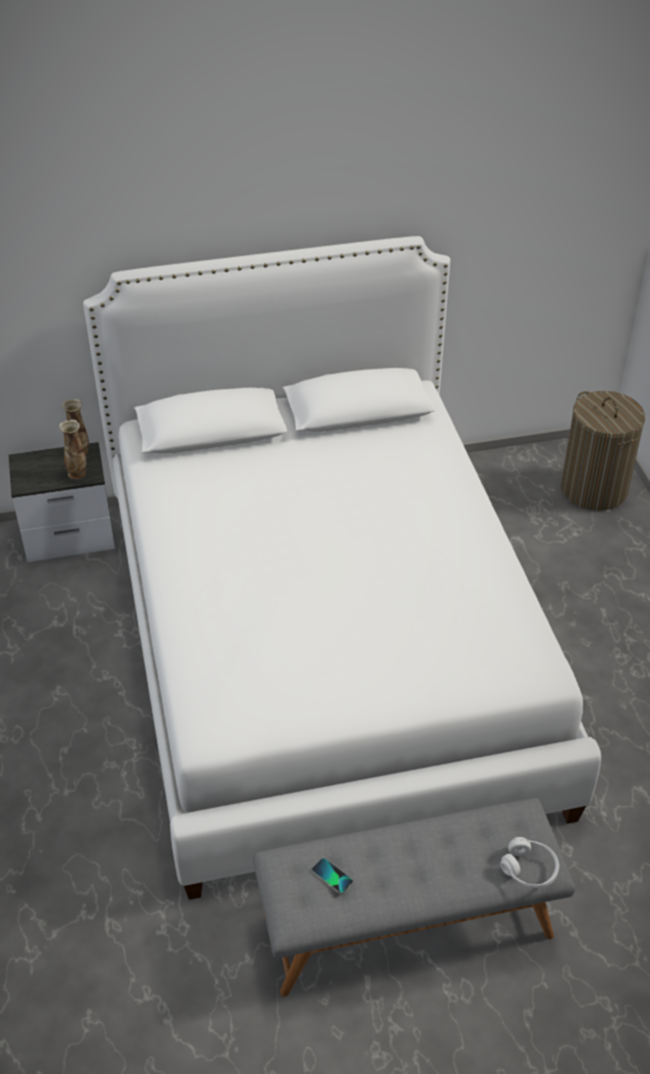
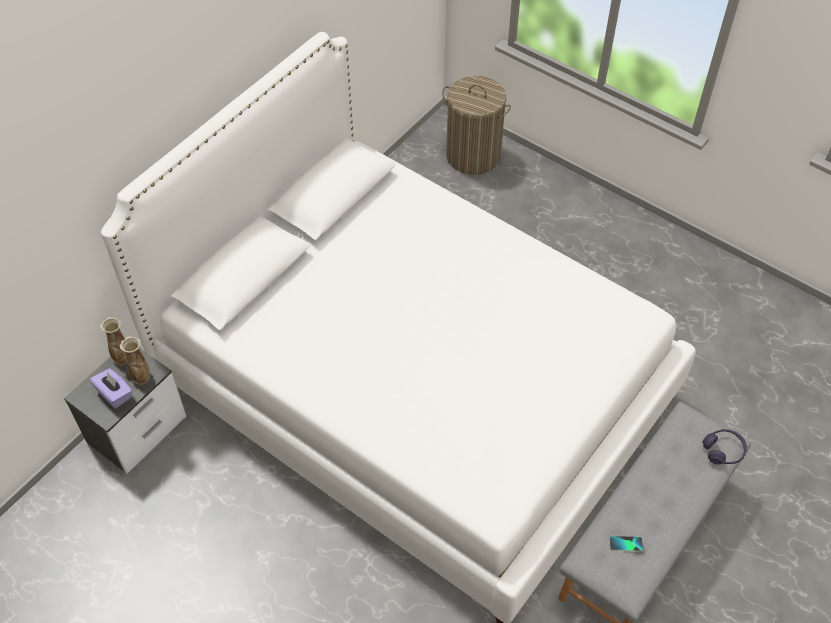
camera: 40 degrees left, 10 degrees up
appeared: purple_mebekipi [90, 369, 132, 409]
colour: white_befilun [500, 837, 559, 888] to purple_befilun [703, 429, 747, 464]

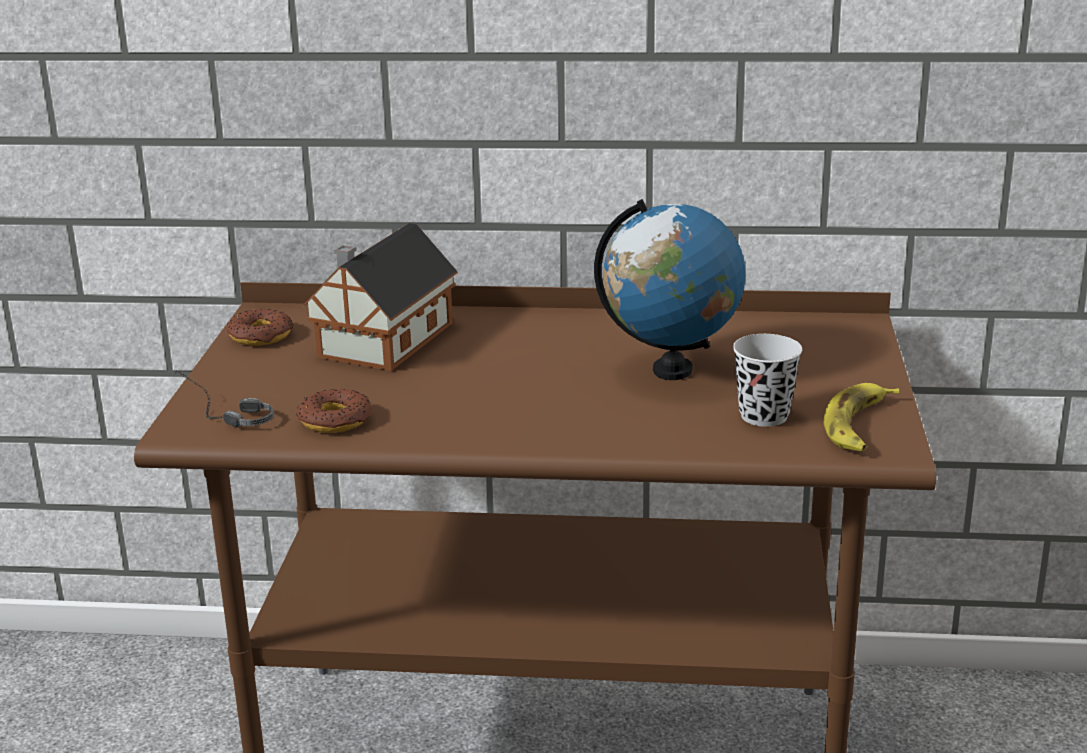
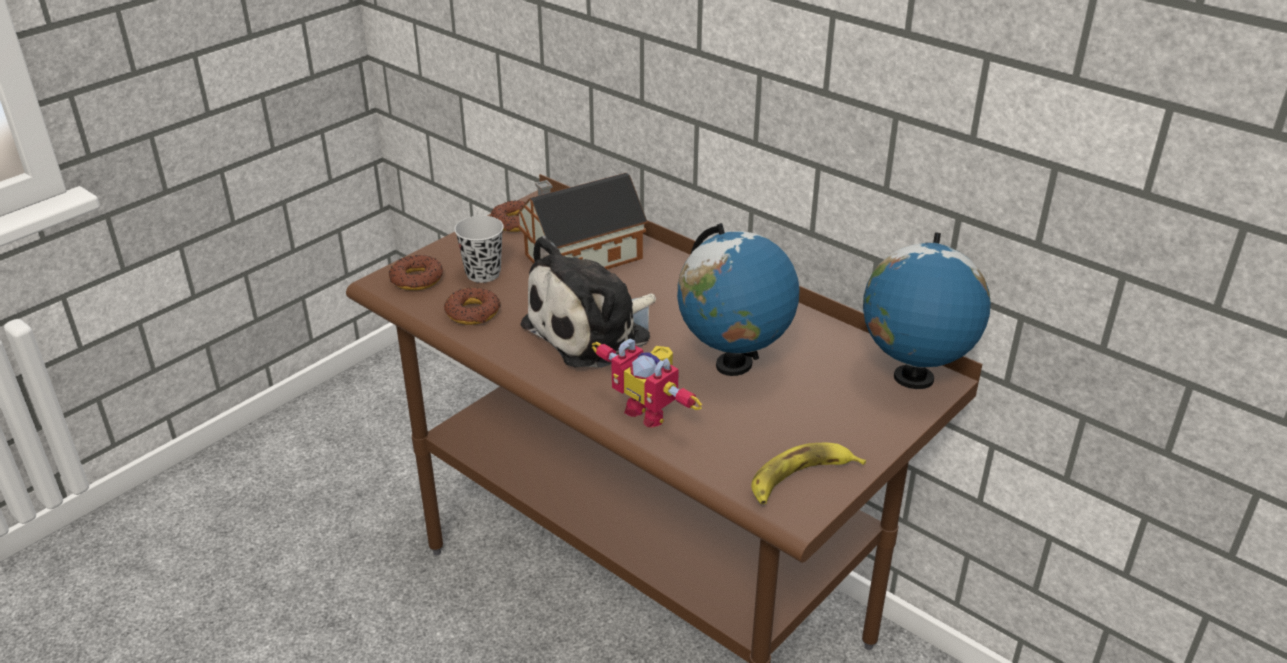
camera: 35 degrees right, 10 degrees up
appeared: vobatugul [863, 232, 991, 389]; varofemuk [520, 236, 656, 368]; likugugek [592, 338, 702, 428]
relocated: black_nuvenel [733, 334, 802, 427] to [454, 216, 504, 283]
exchanged: befilun [173, 370, 274, 428] to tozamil [389, 255, 443, 290]

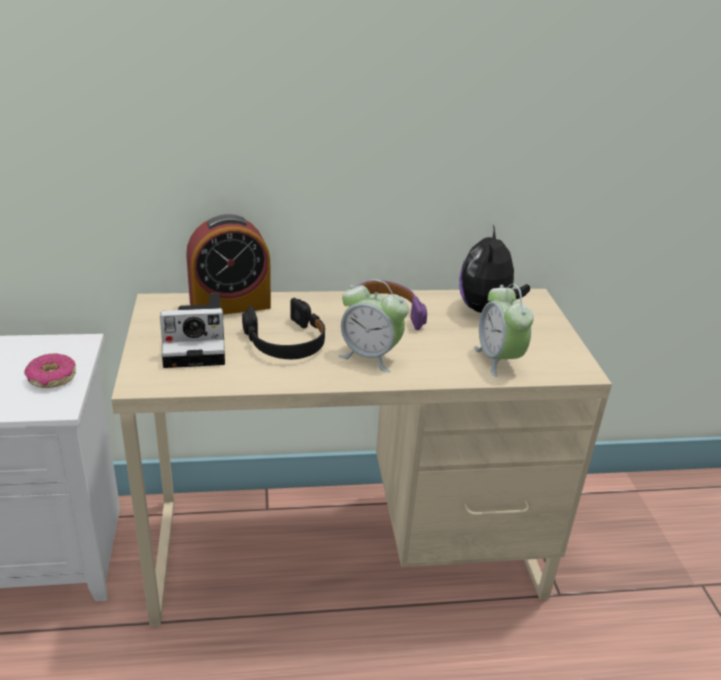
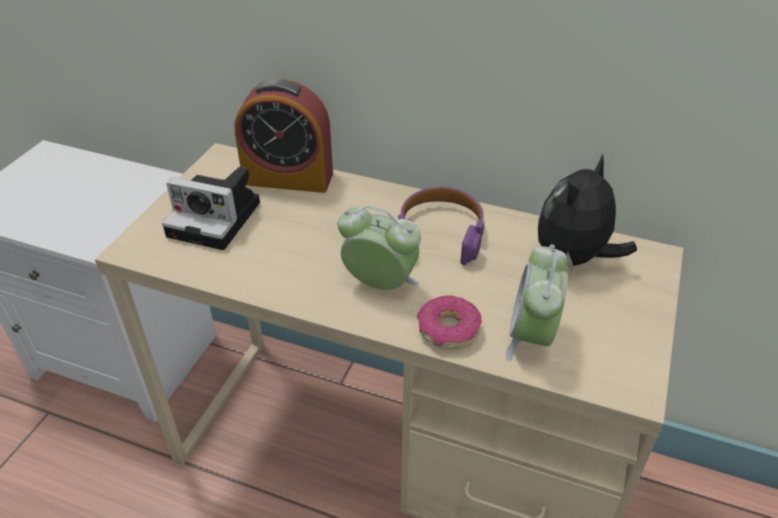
camera: 30 degrees right, 10 degrees up
missing: black_befilun [242, 298, 325, 359]
relocated: tozamil [24, 353, 76, 388] to [417, 295, 482, 349]
spun: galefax [338, 279, 409, 372] = [338, 206, 421, 290] 150 degrees clockwise

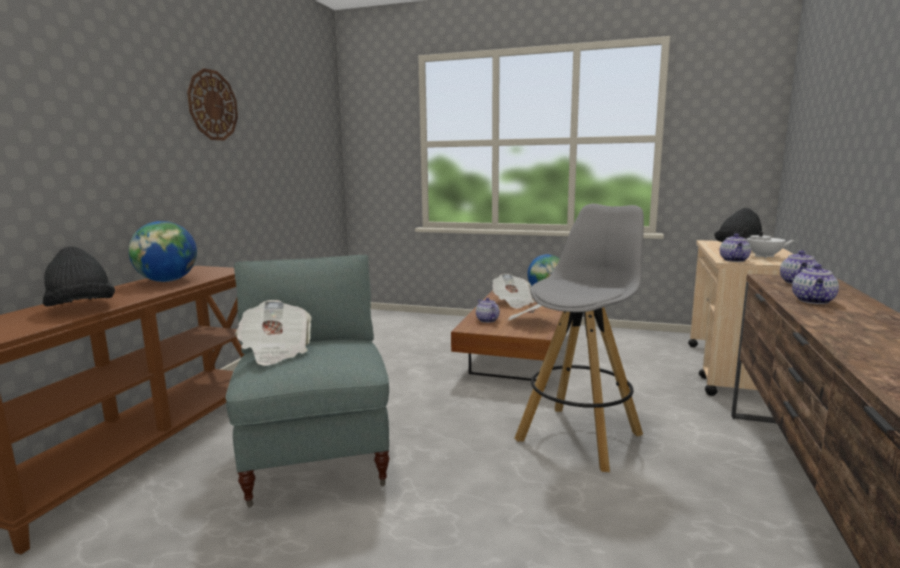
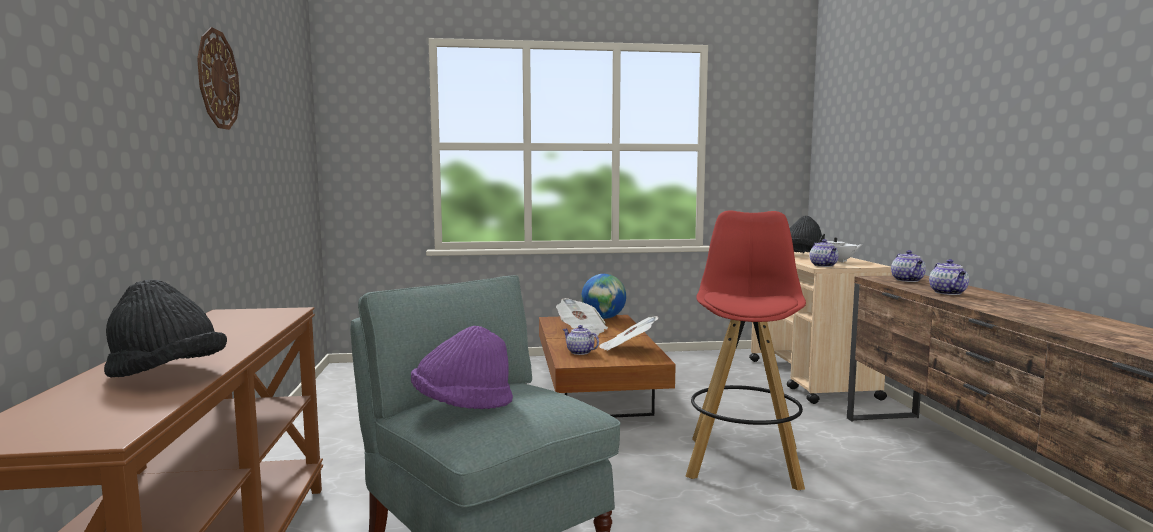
camera: 25 degrees left, 5 degrees down
missing: vobatugul [128, 221, 197, 282]
exchanged: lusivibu [235, 300, 312, 366] to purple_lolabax [411, 326, 513, 409]
colour: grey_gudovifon [515, 204, 644, 472] to red_gudovifon [685, 210, 806, 490]

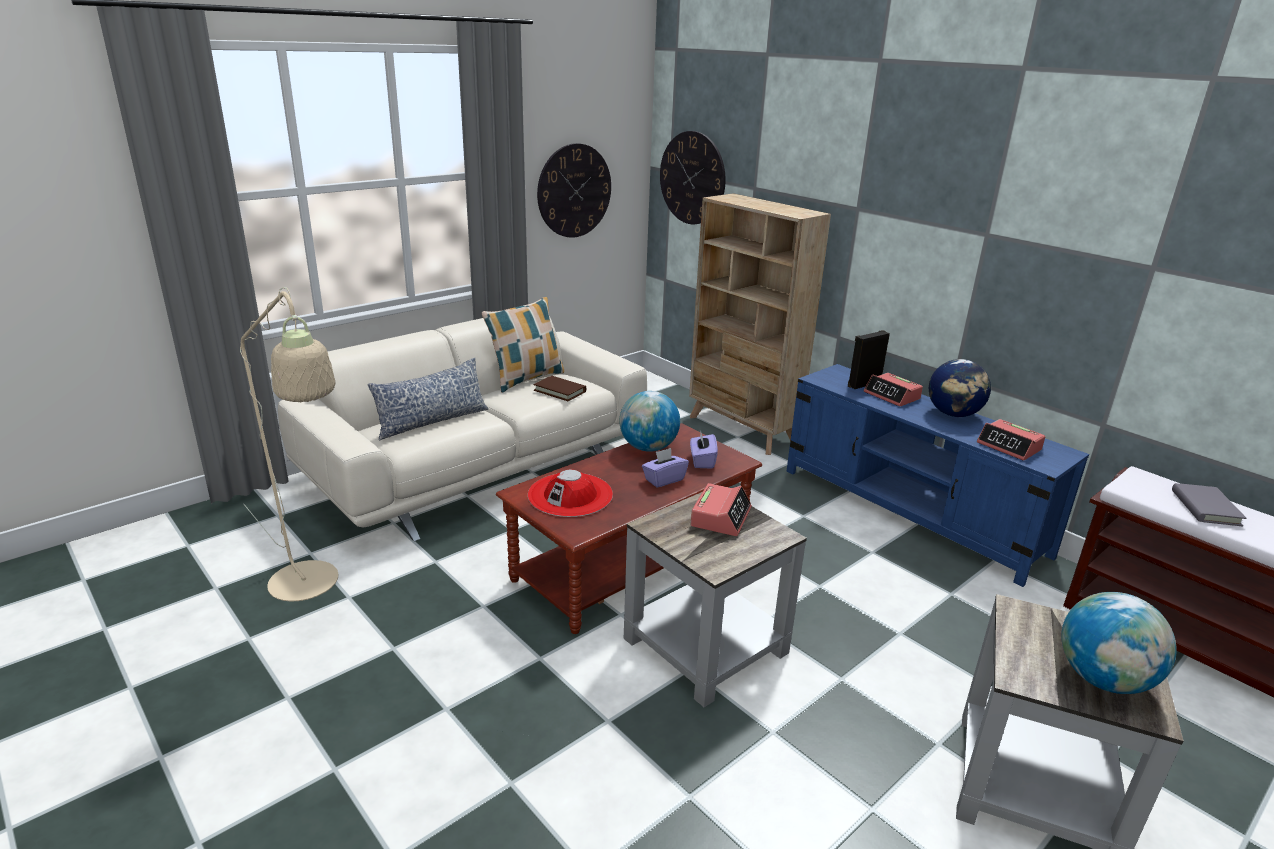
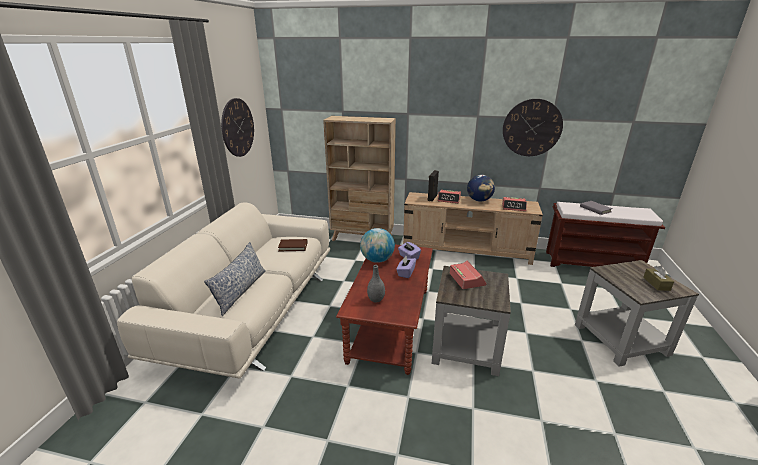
camera: 35 degrees left, 0 degrees up
missing: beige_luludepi [240, 287, 338, 601]; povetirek [482, 297, 564, 393]
relocated: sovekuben [660, 131, 725, 224] to [503, 99, 563, 156]
exchanged: red_lolabax [528, 470, 613, 517] to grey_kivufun [367, 265, 385, 303]; vobatugul [1061, 592, 1177, 694] to brown_mebekipi [644, 266, 674, 291]
colour: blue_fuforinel [787, 364, 1089, 587] to beige_fuforinel [403, 192, 543, 265]

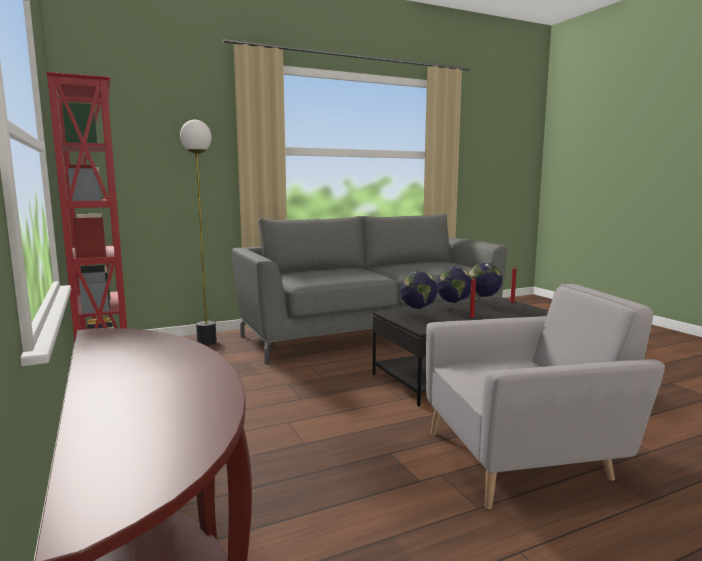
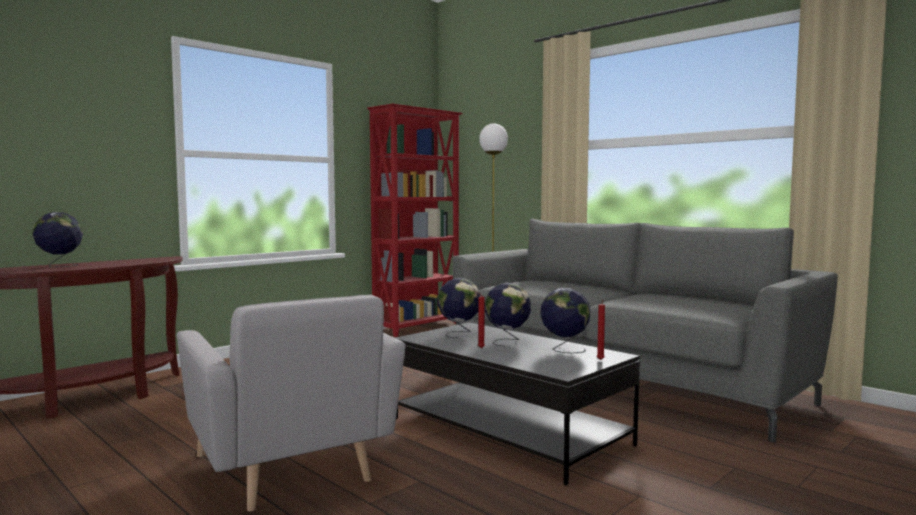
camera: 70 degrees right, 5 degrees down
appeared: vobatugul [32, 212, 83, 267]

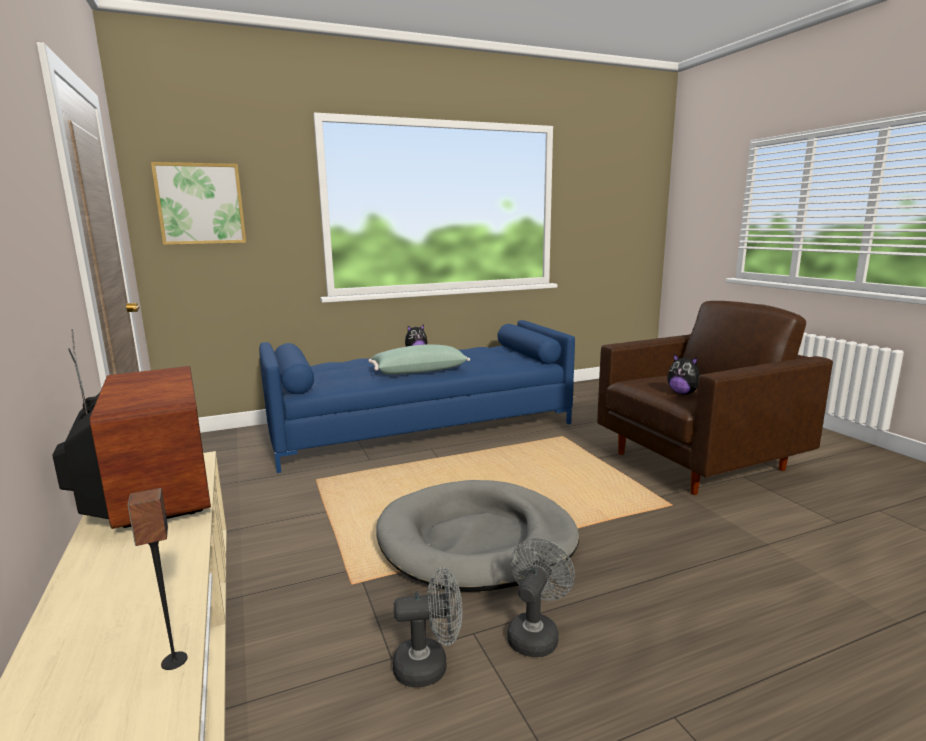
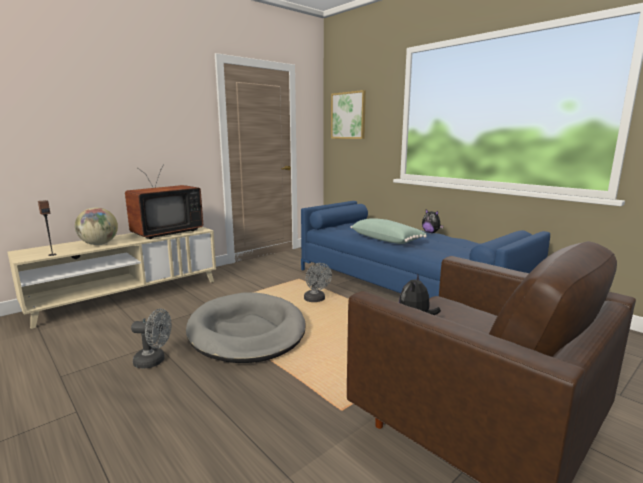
camera: 70 degrees right, 0 degrees up
appeared: vobatugul [75, 207, 118, 245]
relocated: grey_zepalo [393, 567, 462, 687] to [304, 263, 332, 302]

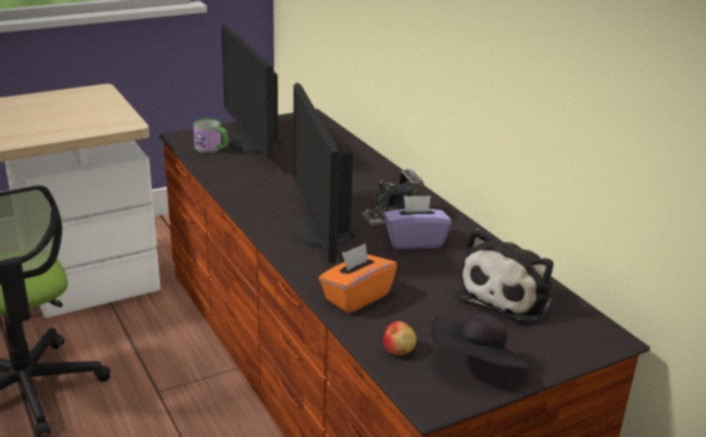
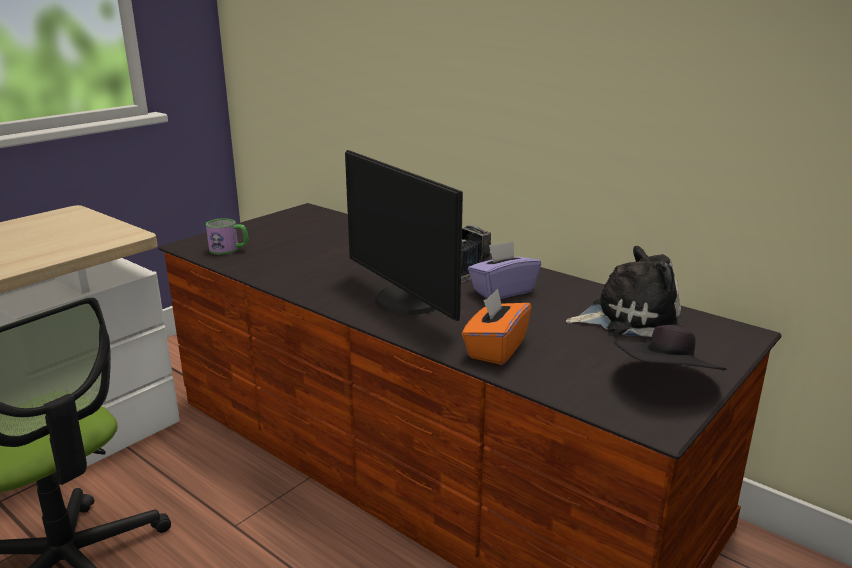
camera: 20 degrees left, 5 degrees down
missing: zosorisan [221, 24, 282, 160]; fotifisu [383, 321, 416, 356]
spun: varofemuk [456, 228, 553, 322] = [566, 246, 682, 337] 105 degrees counterclockwise

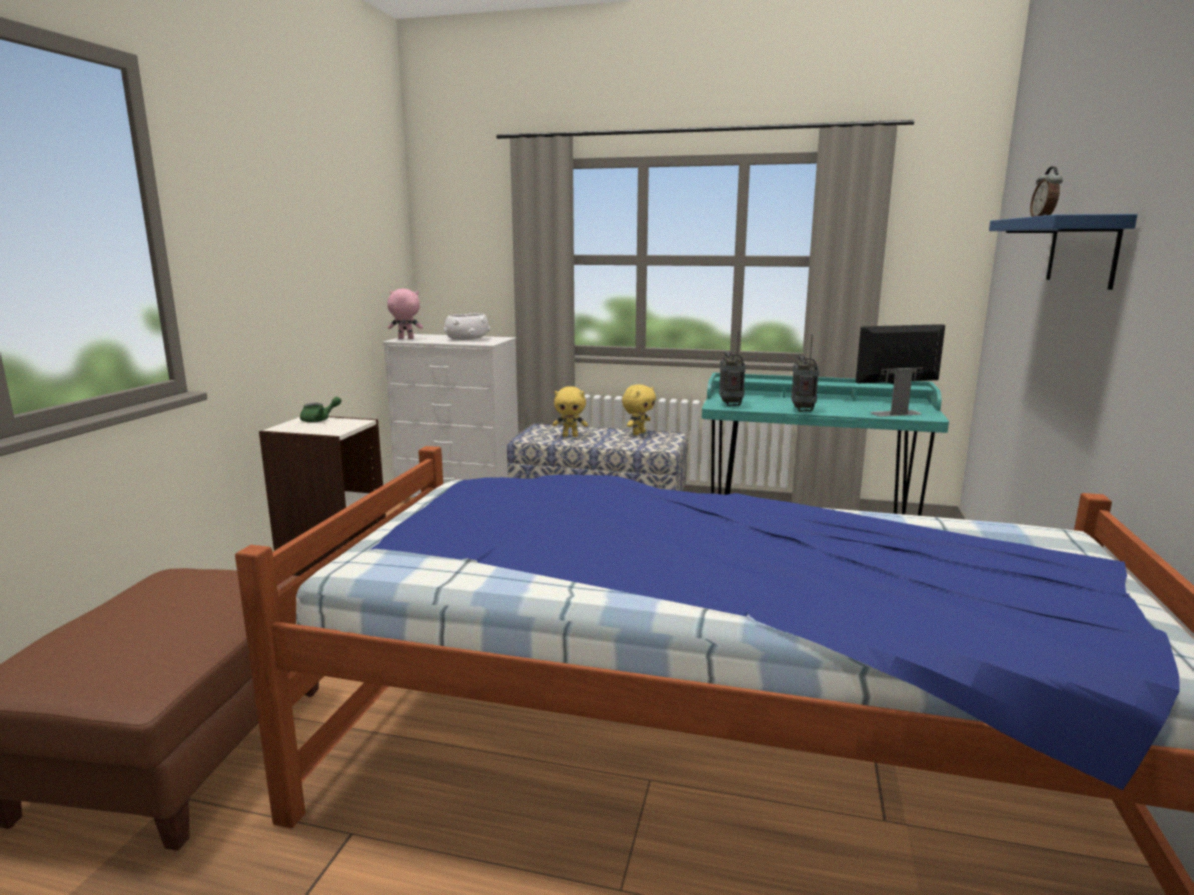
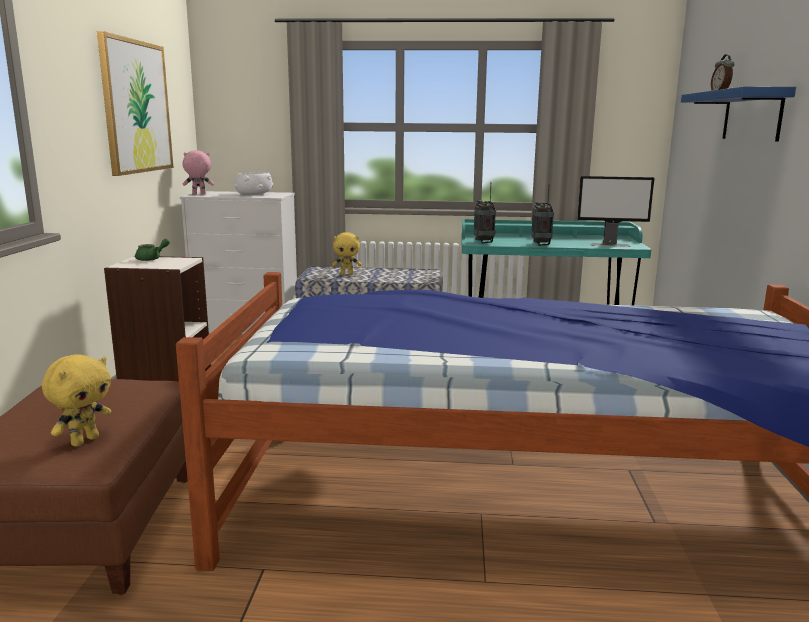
camera: 10 degrees left, 0 degrees up
appeared: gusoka [97, 31, 173, 176]
relocated: yellow_varofemuk [622, 384, 656, 435] to [42, 354, 111, 447]
spun: zosorisan [856, 324, 945, 417] = [577, 176, 654, 247] 150 degrees counterclockwise

